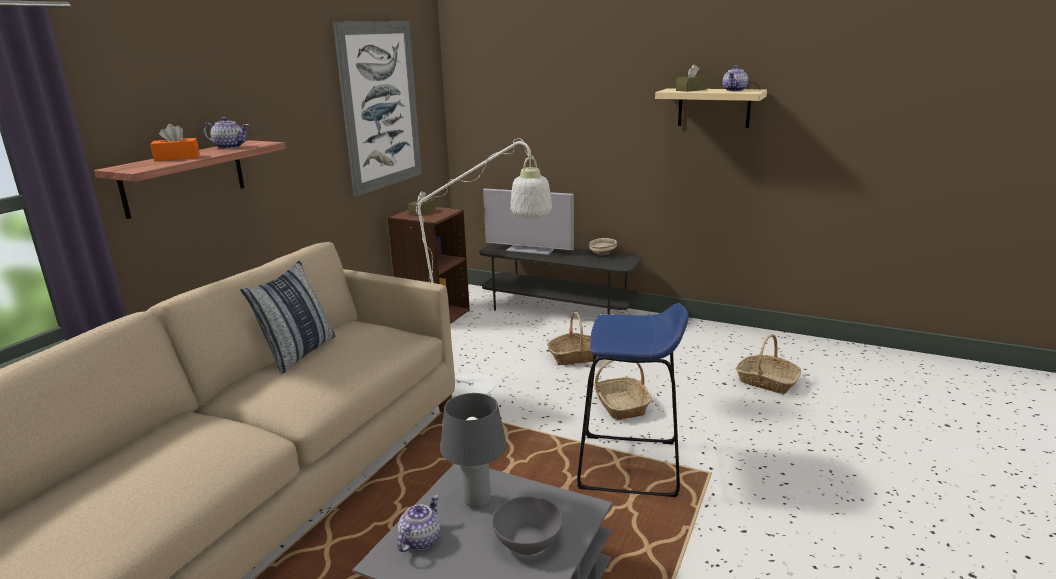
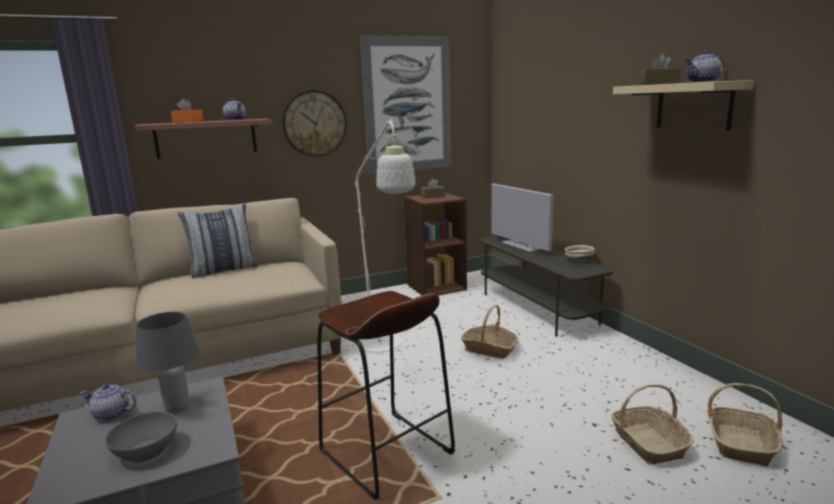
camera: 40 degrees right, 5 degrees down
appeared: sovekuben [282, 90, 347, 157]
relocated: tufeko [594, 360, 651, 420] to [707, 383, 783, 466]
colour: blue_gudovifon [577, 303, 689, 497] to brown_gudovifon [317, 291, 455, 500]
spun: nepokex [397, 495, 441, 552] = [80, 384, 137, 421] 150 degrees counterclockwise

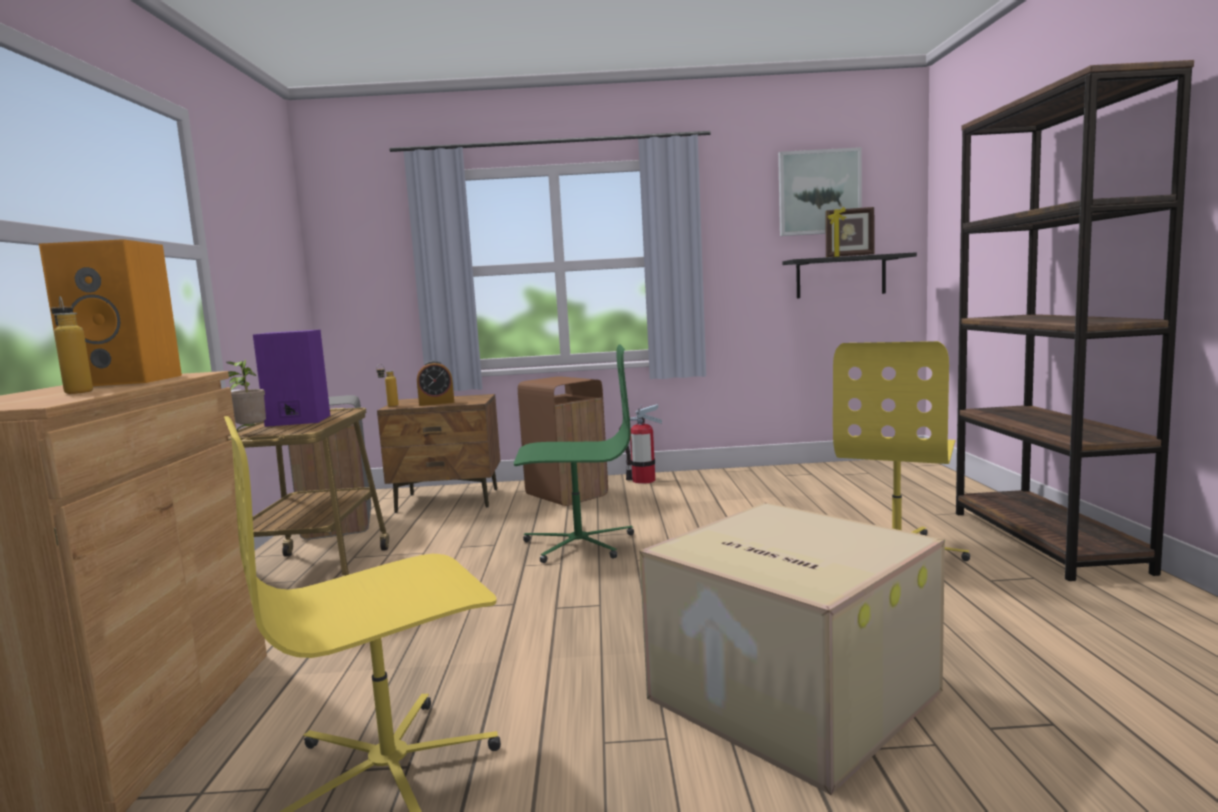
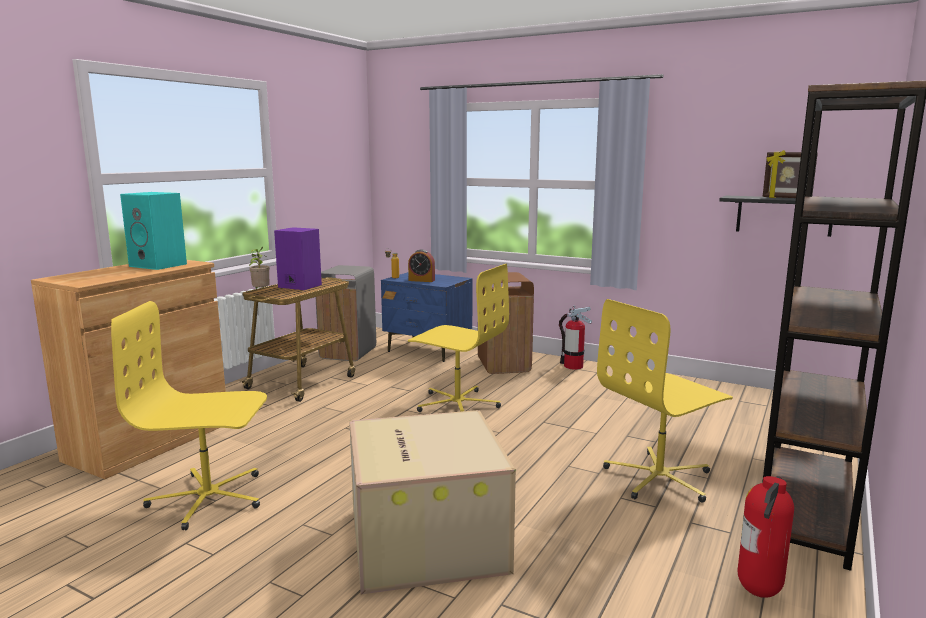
camera: 30 degrees right, 5 degrees up
missing: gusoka [778, 147, 862, 236]; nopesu [51, 296, 93, 394]
appeared: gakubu [738, 476, 794, 598]
colour: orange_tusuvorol [39, 239, 182, 386] to turquoise_tusuvorol [120, 192, 187, 270]; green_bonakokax [514, 344, 634, 563] to yellow_bonakokax [408, 264, 509, 412]; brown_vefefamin [377, 394, 501, 513] to blue_vefefamin [381, 272, 472, 362]

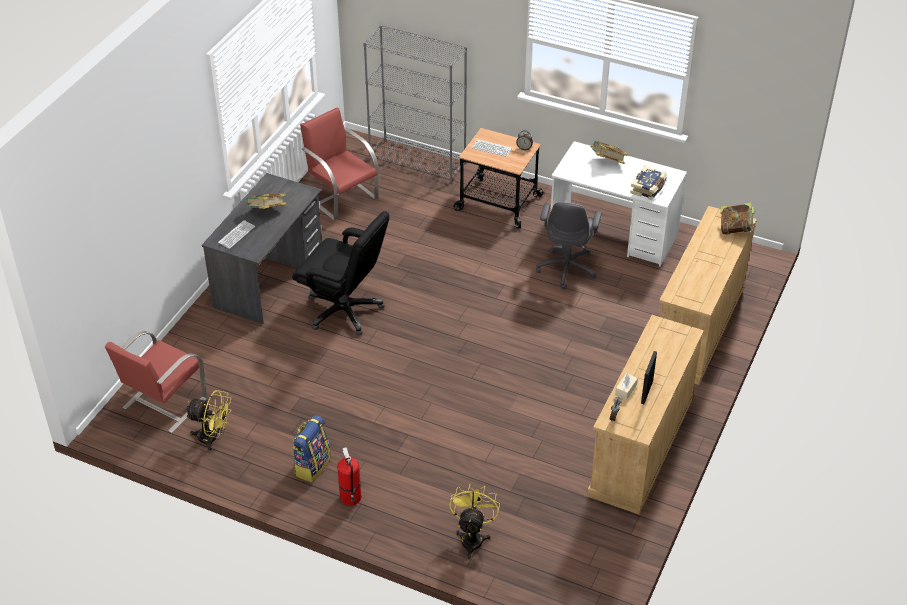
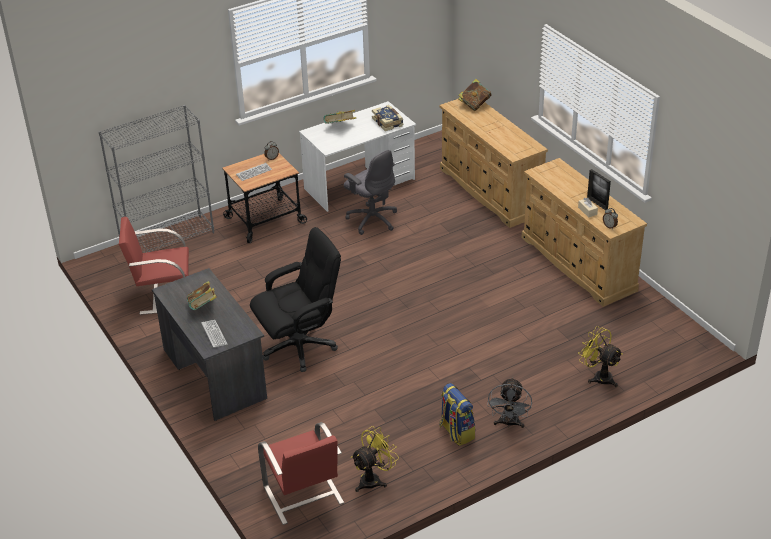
camera: 55 degrees left, 5 degrees down
exchanged: gakubu [337, 447, 361, 506] to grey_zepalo [487, 377, 532, 428]

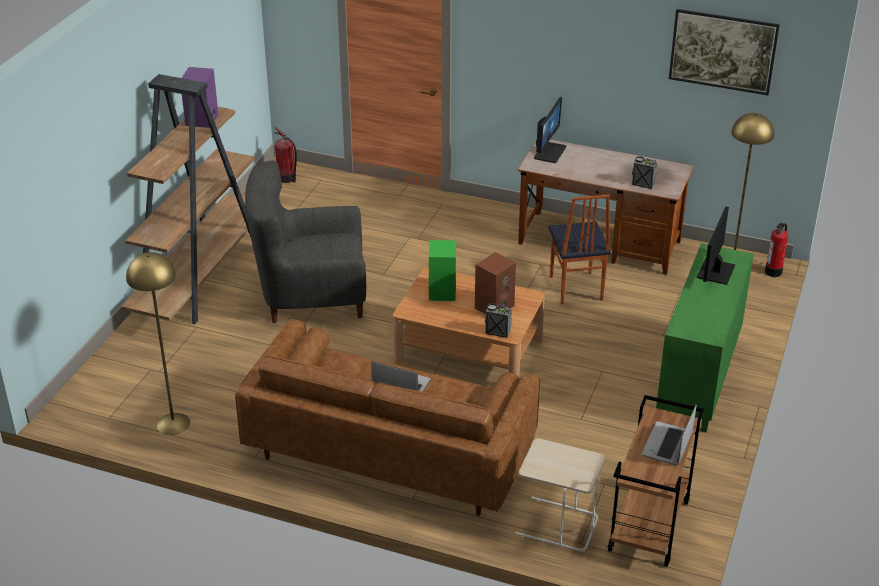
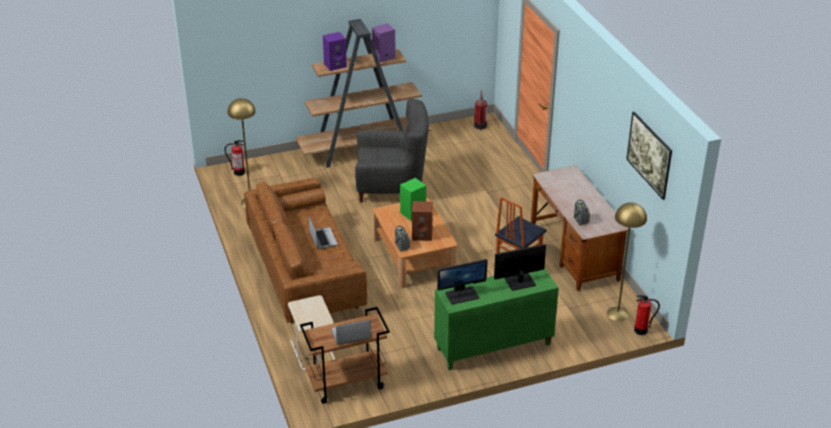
camera: 50 degrees right, 0 degrees up
appeared: purple_tusuvorol [323, 32, 347, 71]; gakubu [224, 140, 245, 176]
relocated: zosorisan [534, 97, 566, 163] to [437, 259, 488, 305]
spun: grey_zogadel [245, 160, 366, 323] = [355, 99, 429, 202] 135 degrees clockwise

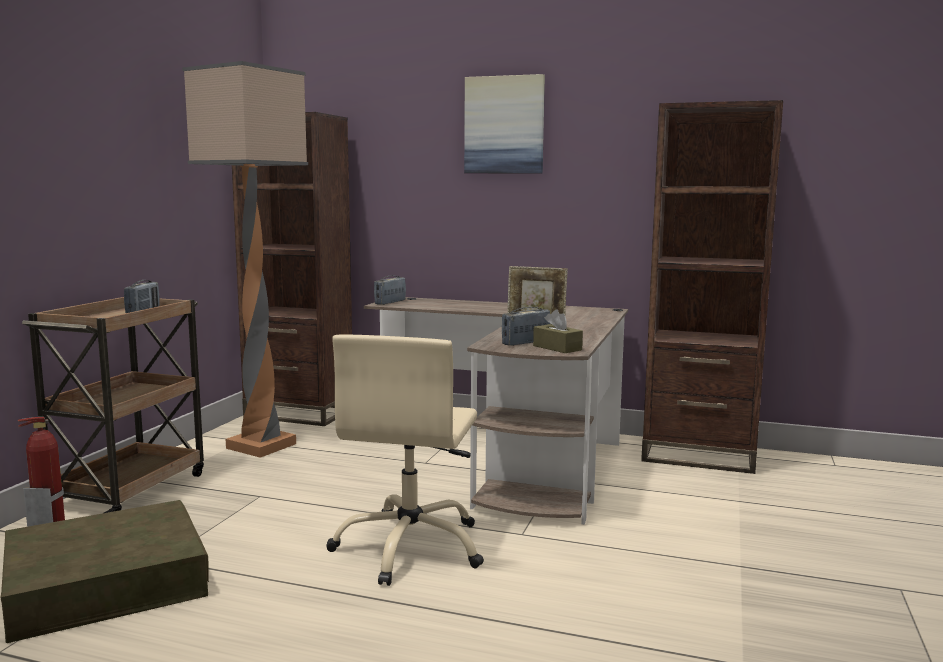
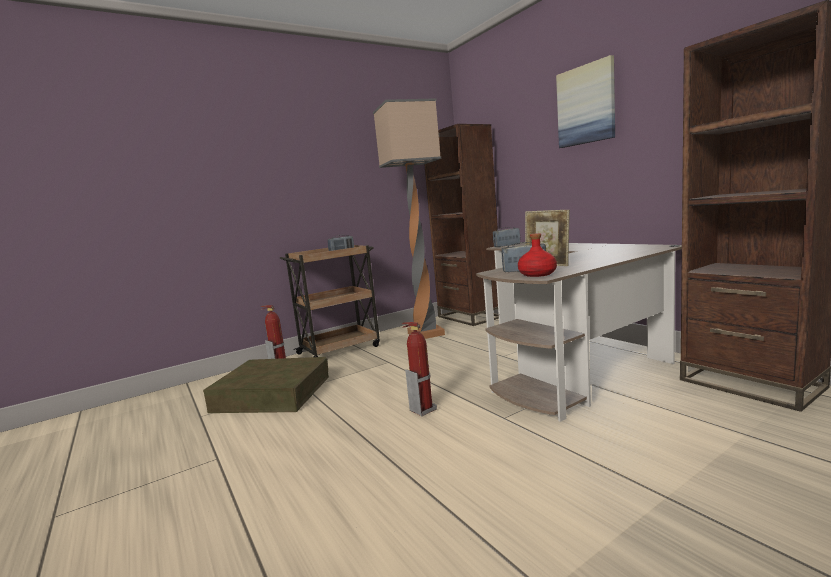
camera: 40 degrees right, 0 degrees up
exchanged: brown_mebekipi [533, 310, 583, 353] to red_nopesu [518, 233, 557, 277]; beige_bonakokax [326, 335, 484, 586] to gakubu [402, 322, 437, 416]

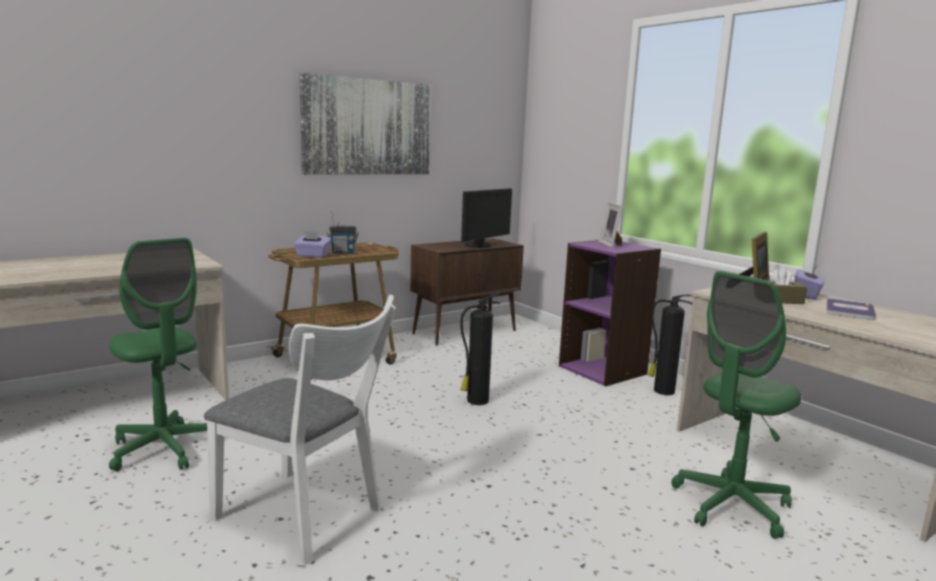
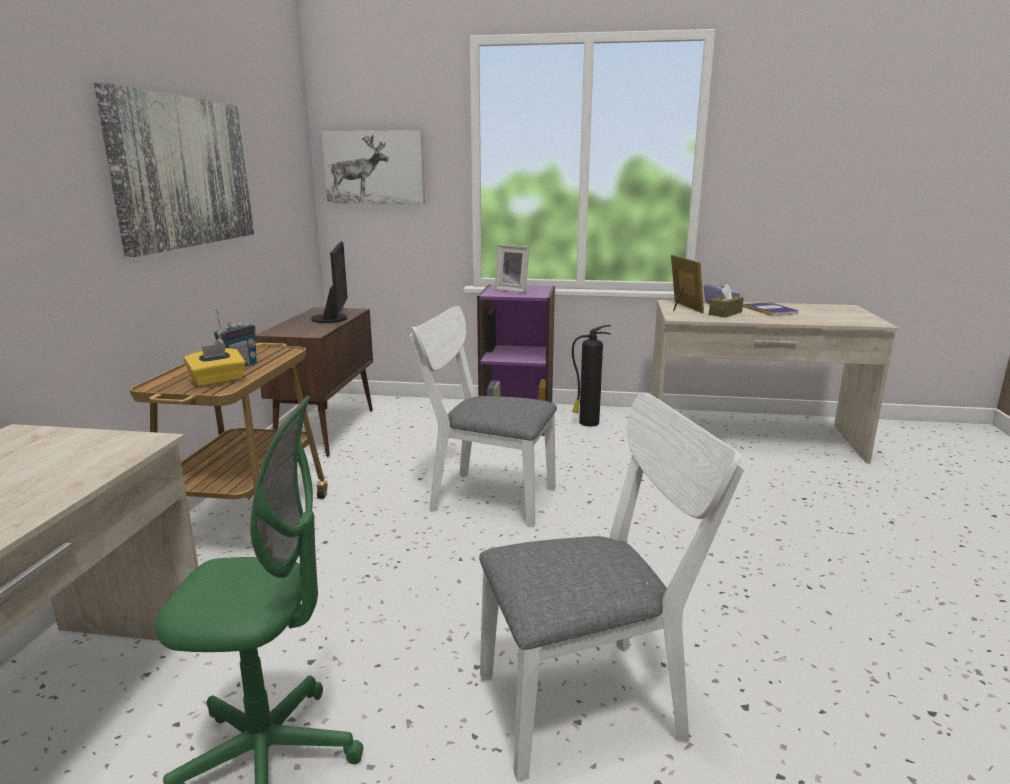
camera: 45 degrees left, 5 degrees up
missing: green_bonakokax [671, 271, 801, 539]
appeared: gusoka [321, 130, 425, 204]
exchanged: gakubu [460, 293, 501, 405] to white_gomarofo [410, 306, 557, 527]
colour: purple_mebekipi [293, 231, 331, 258] to yellow_mebekipi [184, 343, 246, 388]

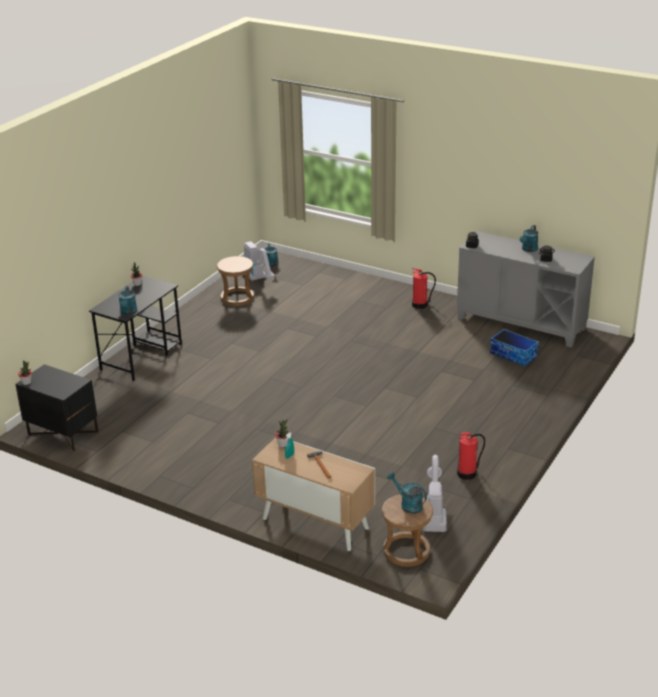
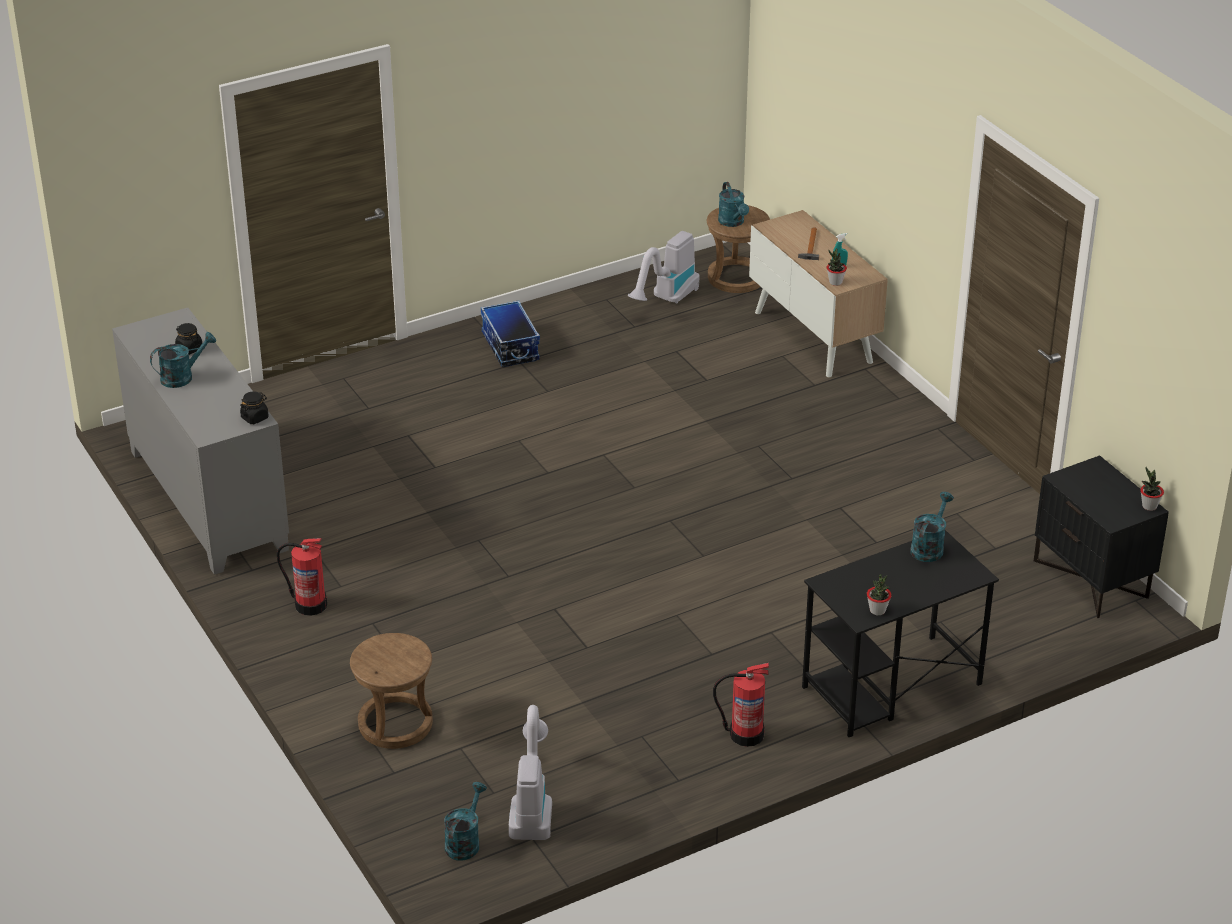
camera: 150 degrees left, 5 degrees up
relocated: brown_gudovifon [217, 256, 254, 306] to [350, 633, 433, 749]; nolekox [490, 329, 539, 366] to [481, 300, 540, 367]; gakubu [457, 432, 485, 480] to [713, 663, 769, 747]

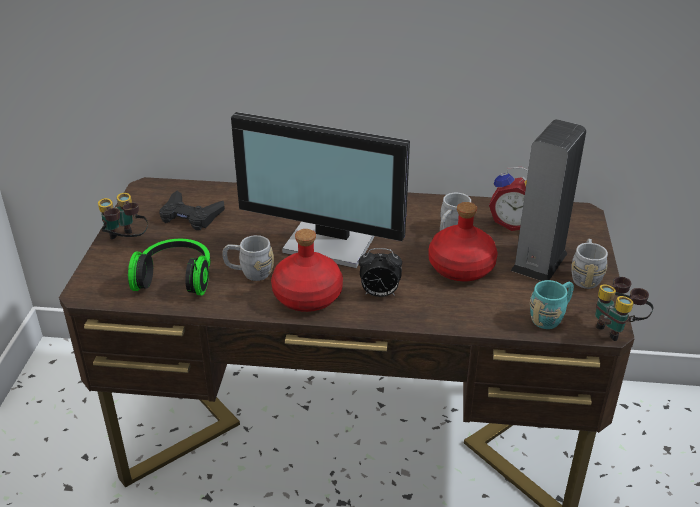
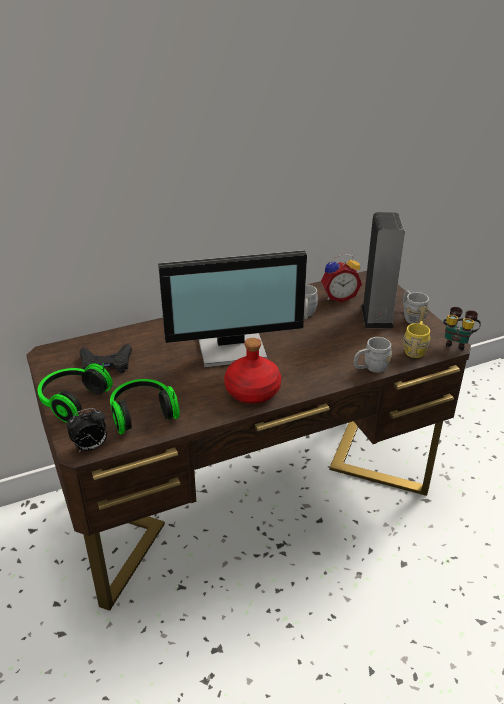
camera: 30 degrees left, 0 degrees up
missing: red_nopesu [429, 202, 498, 281]
relocated: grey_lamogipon [222, 235, 274, 281] to [354, 337, 392, 373]; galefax [358, 248, 402, 297] to [67, 408, 107, 452]
exchanged: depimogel [98, 193, 148, 240] to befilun [38, 363, 113, 423]
colour: turquoise_lamogipon [530, 280, 574, 329] to yellow_lamogipon [403, 321, 430, 358]

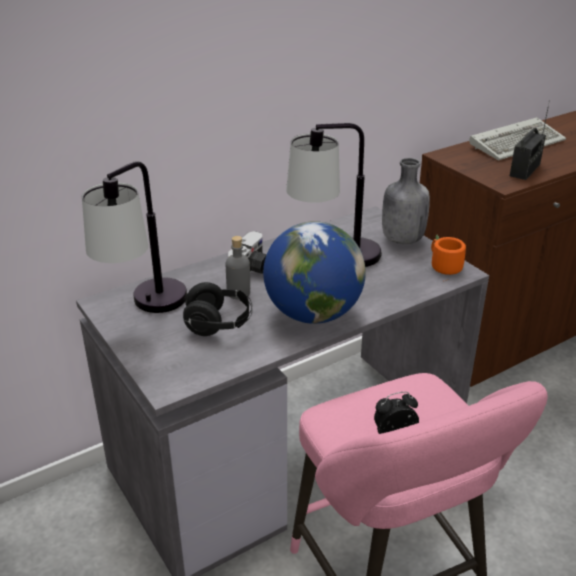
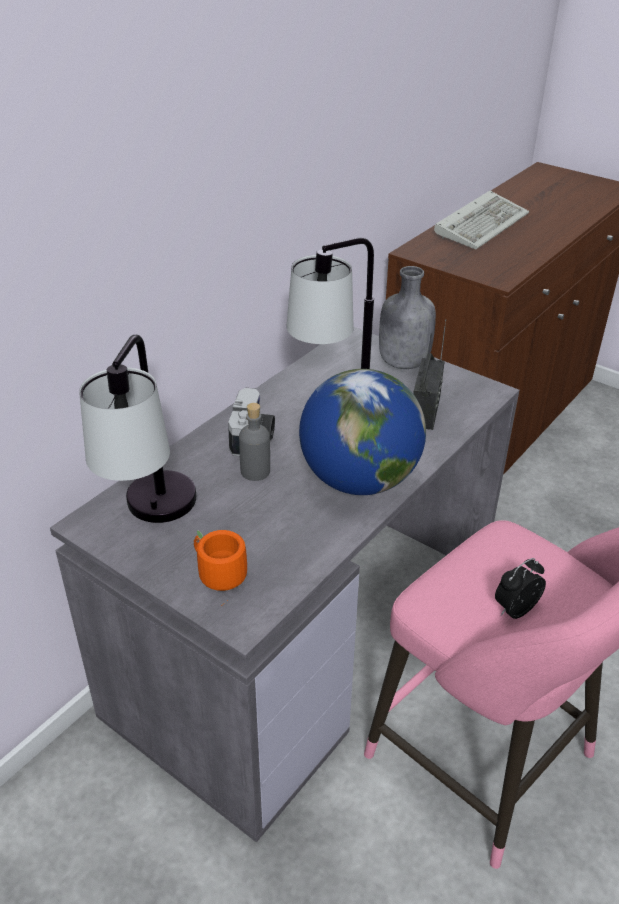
camera: 20 degrees left, 5 degrees up
missing: black_befilun [183, 282, 252, 336]
relocated: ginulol [510, 100, 550, 180] to [413, 319, 446, 430]; orange_lamogipon [431, 234, 466, 281] to [194, 530, 247, 606]

